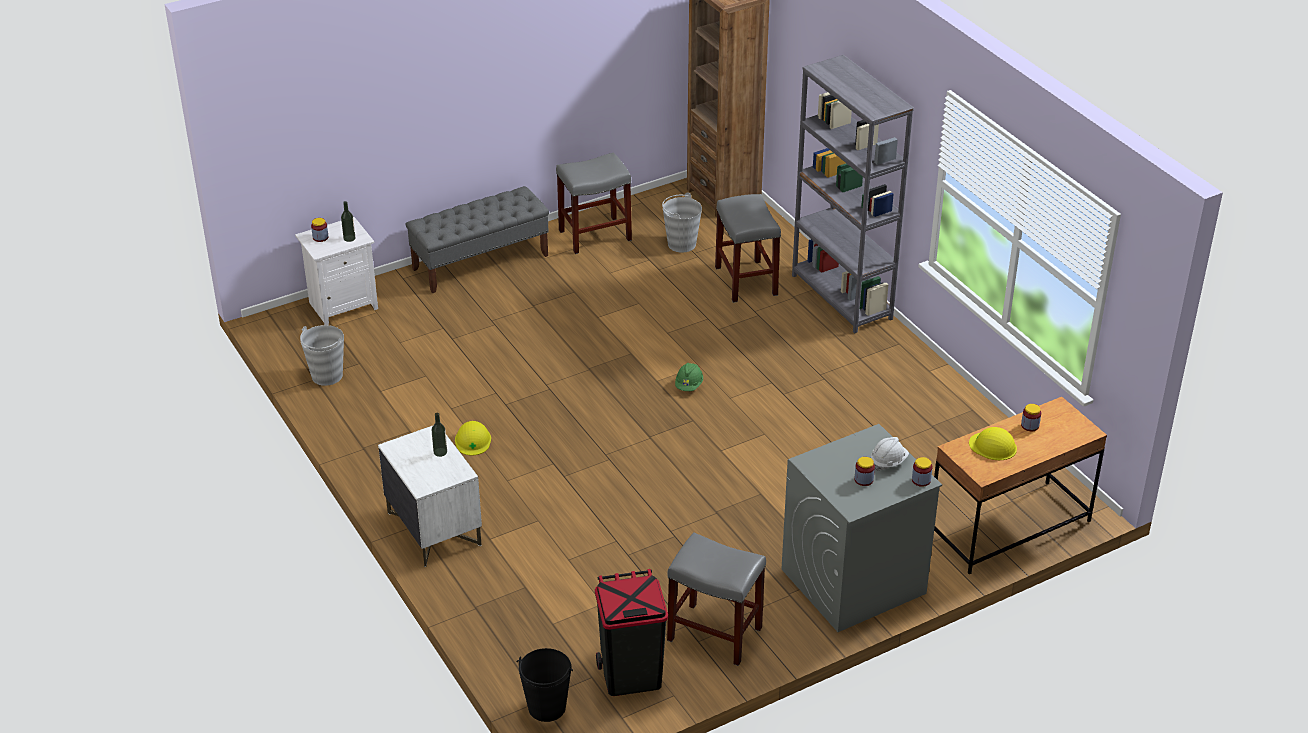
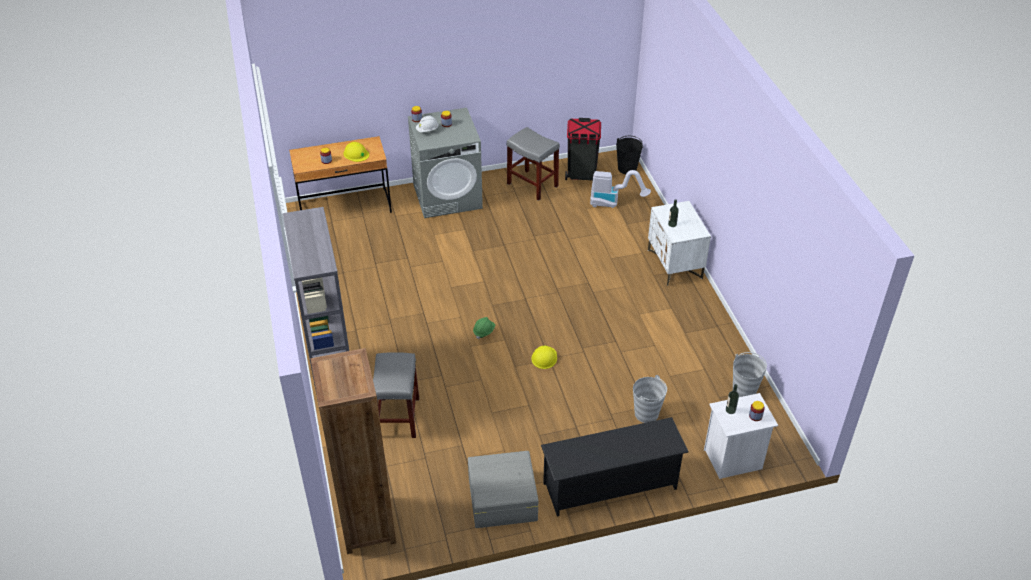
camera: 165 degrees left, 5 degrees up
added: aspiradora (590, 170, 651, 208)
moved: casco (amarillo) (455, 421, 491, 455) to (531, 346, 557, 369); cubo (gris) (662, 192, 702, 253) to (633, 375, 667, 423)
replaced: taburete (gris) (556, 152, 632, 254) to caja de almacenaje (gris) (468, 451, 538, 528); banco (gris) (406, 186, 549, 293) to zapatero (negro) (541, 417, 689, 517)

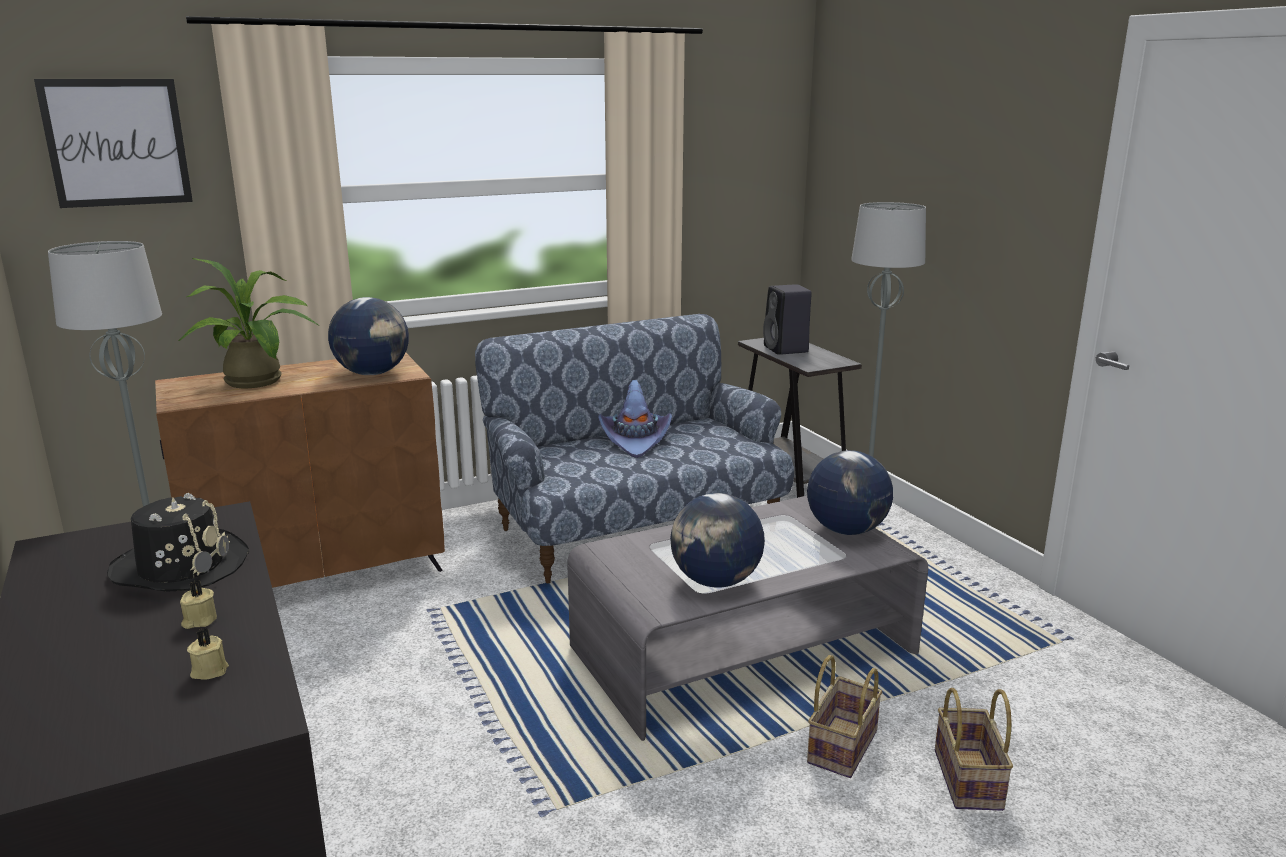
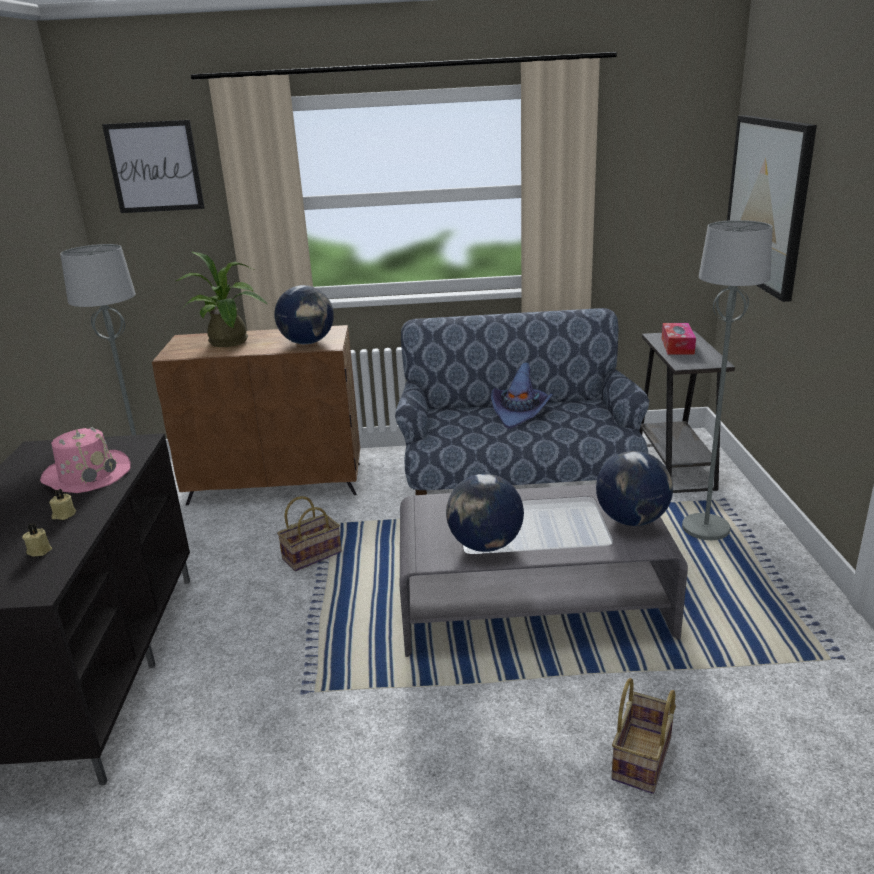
camera: 25 degrees right, 5 degrees up
added: cuadro (727, 115, 817, 302)
moved: cesta (807, 655, 882, 778) to (277, 496, 342, 571)
replaced: altavoz (negro) (763, 284, 812, 355) to caja de pañuelos (662, 323, 696, 354)
recoloured: sombrero (negro) (107, 493, 249, 592) to sombrero (rosa) (40, 427, 131, 493)

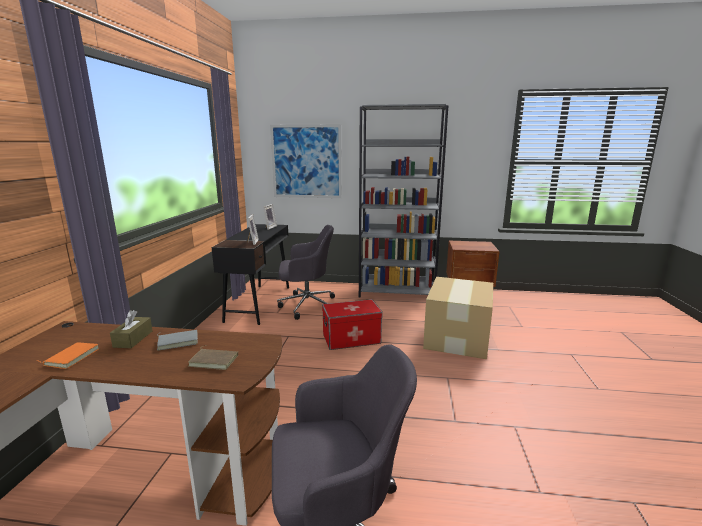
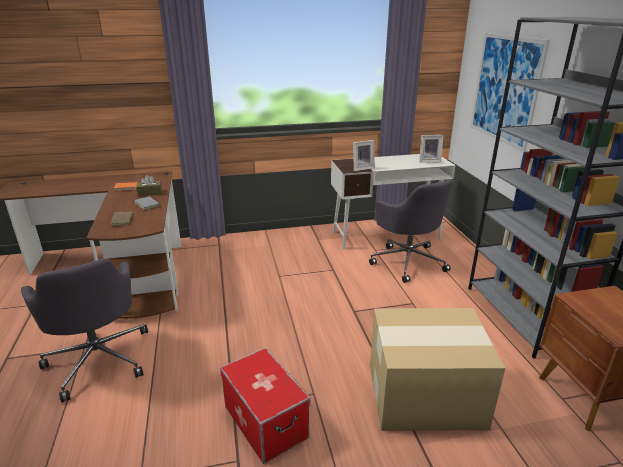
camera: 70 degrees right, 10 degrees up
moved: caja de almacenaje (322, 299, 383, 350) to (220, 348, 310, 464)
recoloured: escritorio (negro) (212, 224, 289, 325) to escritorio (blanco) (331, 154, 456, 250)

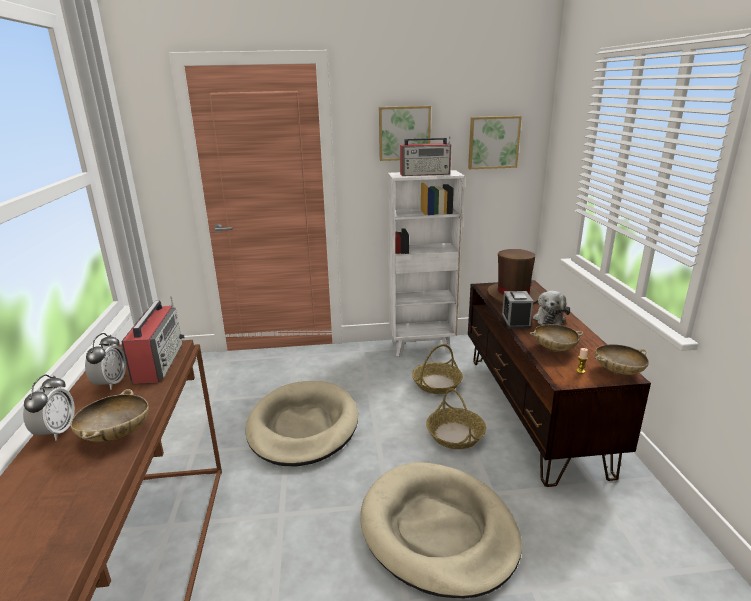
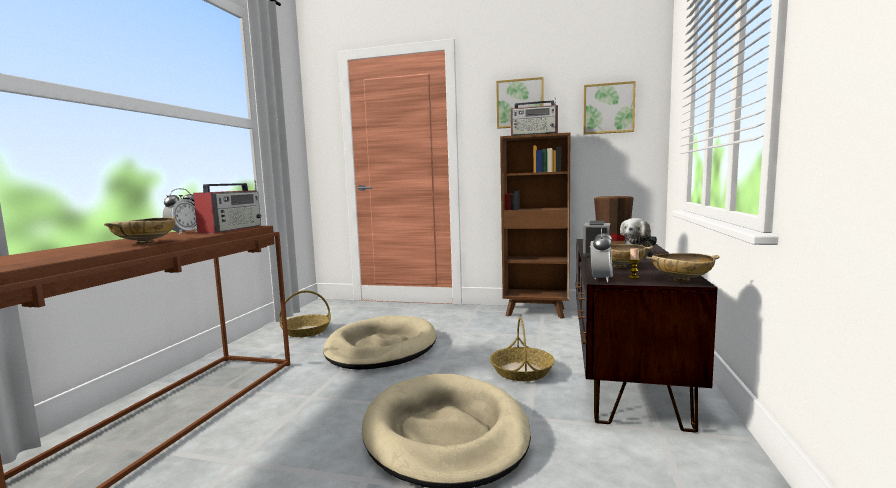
camera: 20 degrees right, 15 degrees down
moved: cesta (412, 344, 463, 394) to (279, 290, 331, 337); despertador (23, 374, 75, 441) to (590, 227, 613, 282)
recoloured: estantería (blanco) (388, 170, 465, 356) to estantería (marrón) (500, 132, 570, 319)

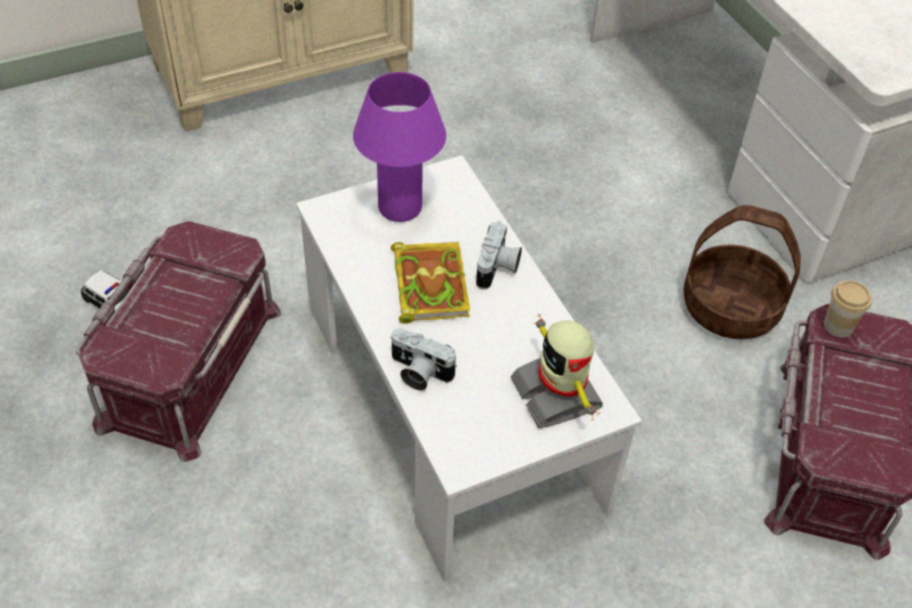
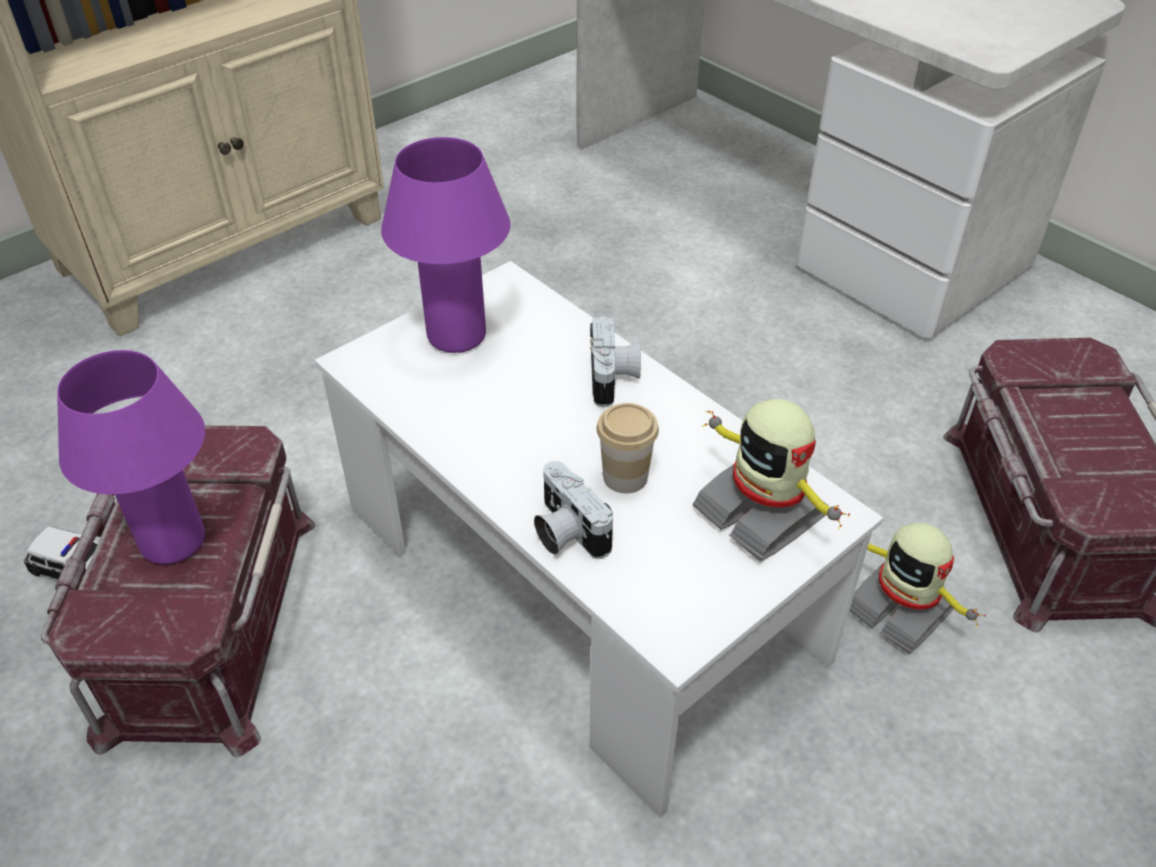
camera: 15 degrees left, 5 degrees down
removed: libro (391, 242, 470, 324); cesta (683, 205, 801, 339)
added: lámpara de mesa (morado) (57, 350, 205, 564); robot de juguete (849, 523, 985, 654)
moved: taza (824, 280, 872, 338) to (596, 403, 659, 494)
turned: cámara (390, 328, 457, 391) = (534, 461, 613, 559) 45 degrees clockwise

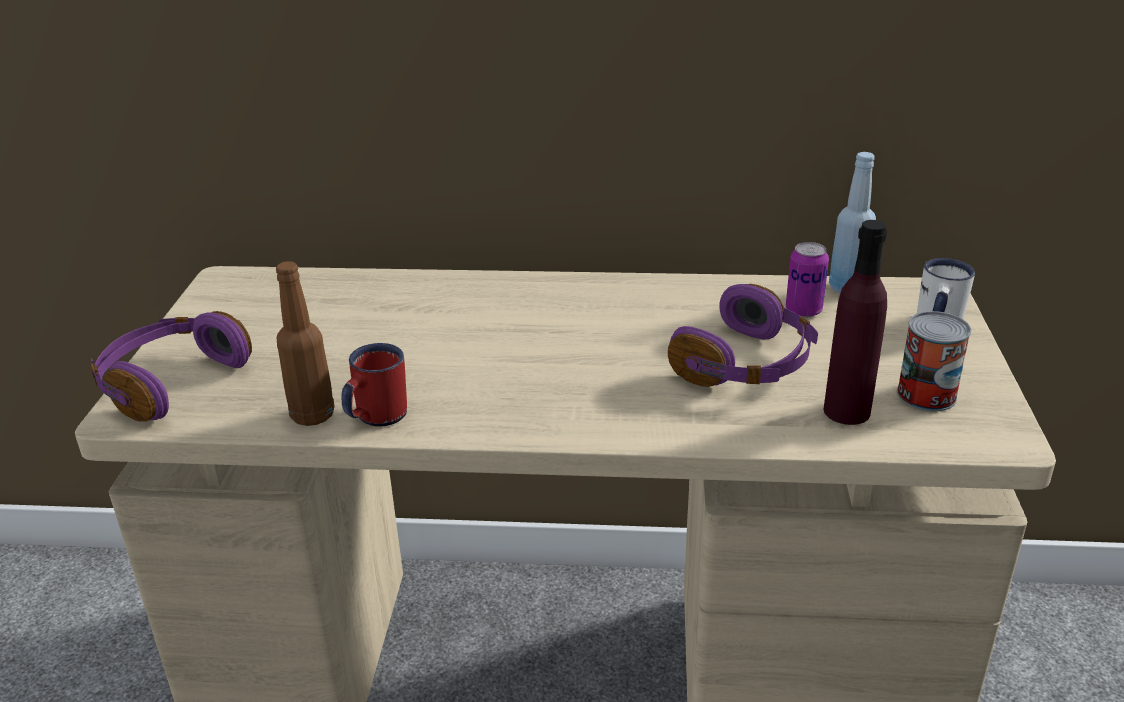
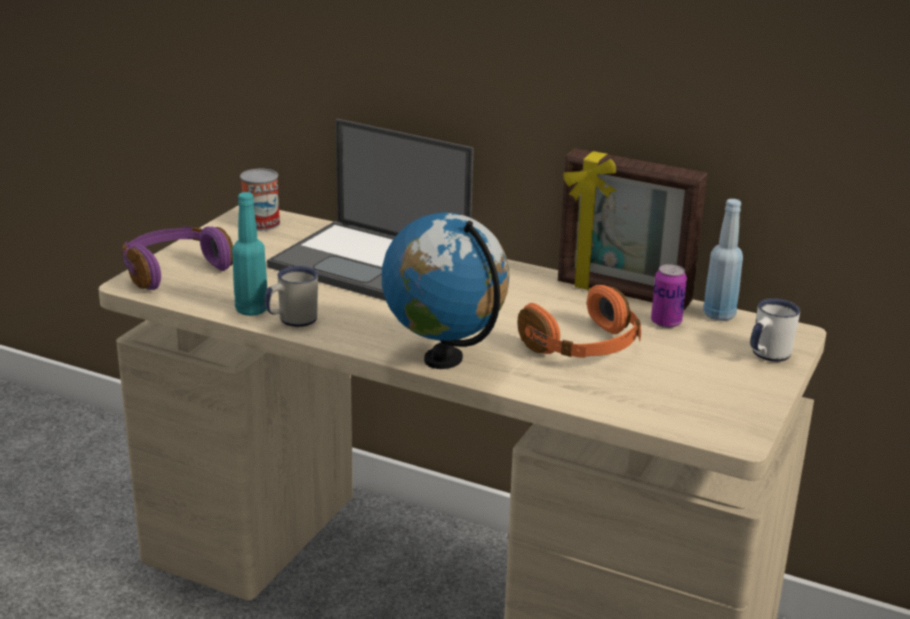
camera: 20 degrees right, 5 degrees down
removed: botella (morado) (824, 220, 887, 425)
added: portátil (267, 119, 474, 301); globo terráqueo (382, 212, 509, 369); portarretratos (558, 148, 707, 310)
moved: lata (897, 311, 971, 411) to (240, 169, 280, 231)
recoloured: botella (marrón) (276, 261, 335, 426) to botella (turquesa) (232, 192, 267, 316); taza grande (rojo) (342, 343, 407, 426) to taza grande (blanco) (264, 266, 318, 327); auriculares (morado) (668, 284, 818, 387) to auriculares (naranja) (517, 285, 641, 358)

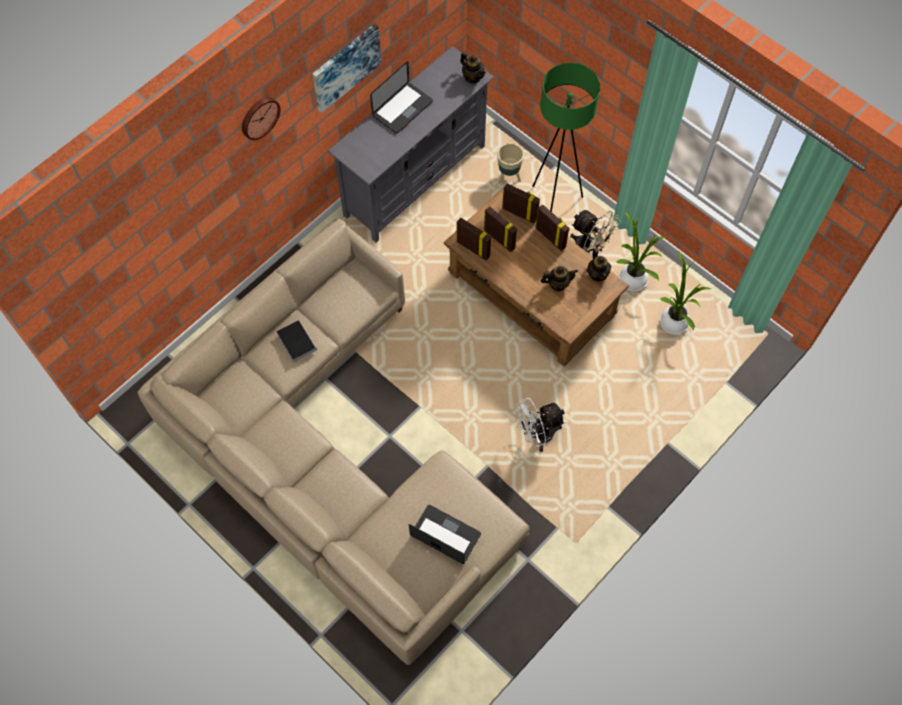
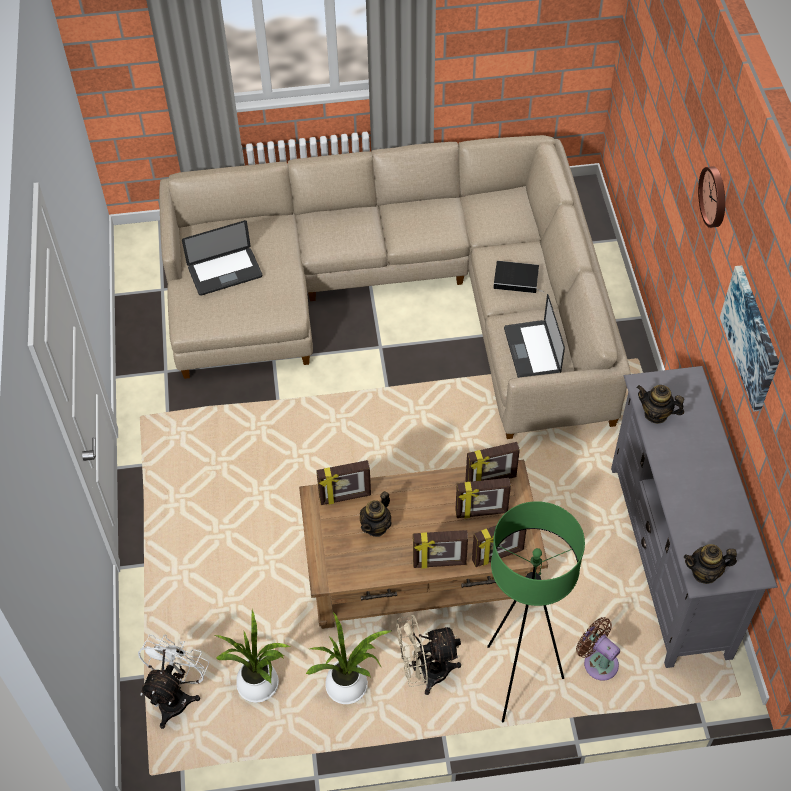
camera: 130 degrees right, 10 degrees down
added: portarretratos (316, 460, 371, 505)
moved: ventilador (blanco) (515, 397, 565, 452) to (138, 634, 209, 729); portátil (370, 61, 433, 134) to (504, 294, 565, 378); tetera (587, 248, 611, 281) to (637, 385, 684, 424)
replaced: maceta (beis) (497, 143, 524, 184) to ventilador (marrón) (576, 617, 620, 681)

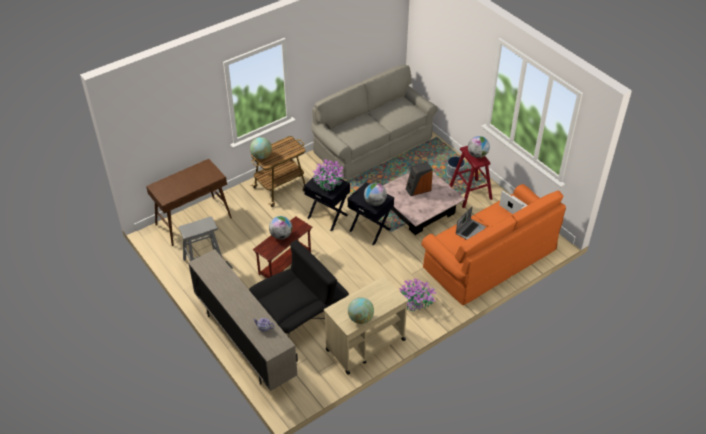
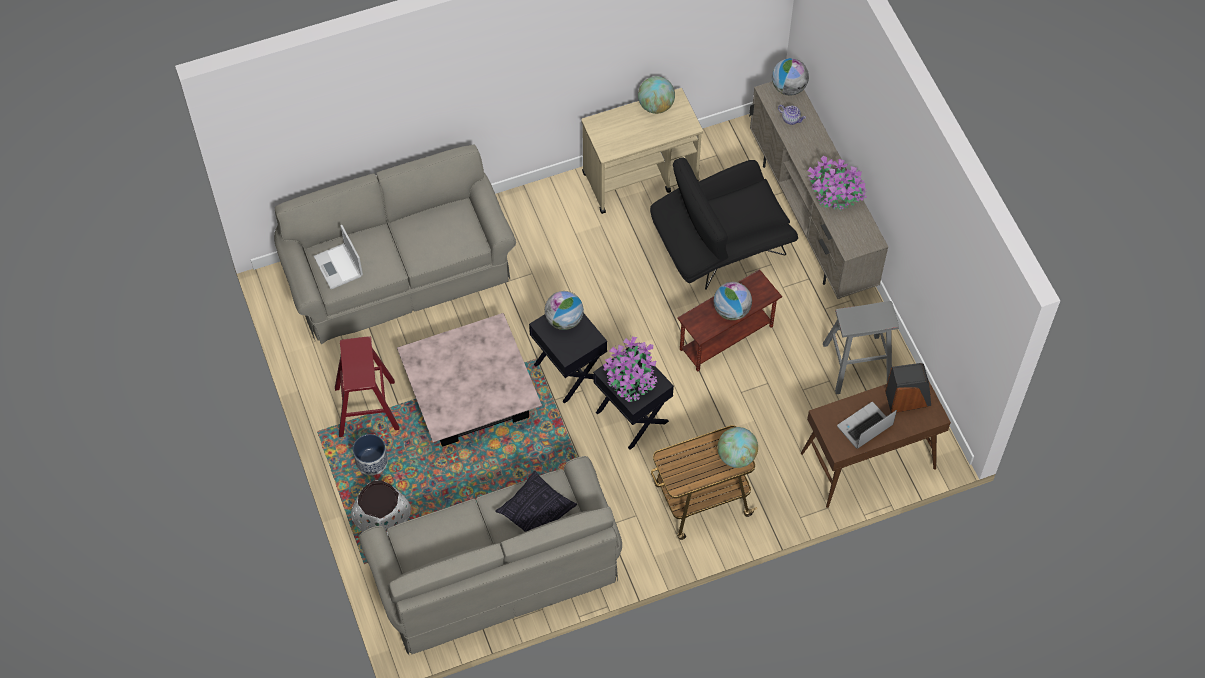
camera: 165 degrees left, 15 degrees up
added: maceta (blanco) (351, 480, 411, 535); cojín (495, 471, 577, 532)
moved: globo terráqueo (468, 136, 490, 158) to (772, 58, 809, 96); planta en maceta (399, 279, 437, 312) to (808, 156, 867, 210); portátil (456, 206, 486, 240) to (837, 402, 897, 449); altavoz (406, 162, 433, 196) to (885, 363, 931, 413)
recoloured: sofá (naranja) (421, 184, 566, 306) to sofá (gris) (274, 145, 516, 344)

